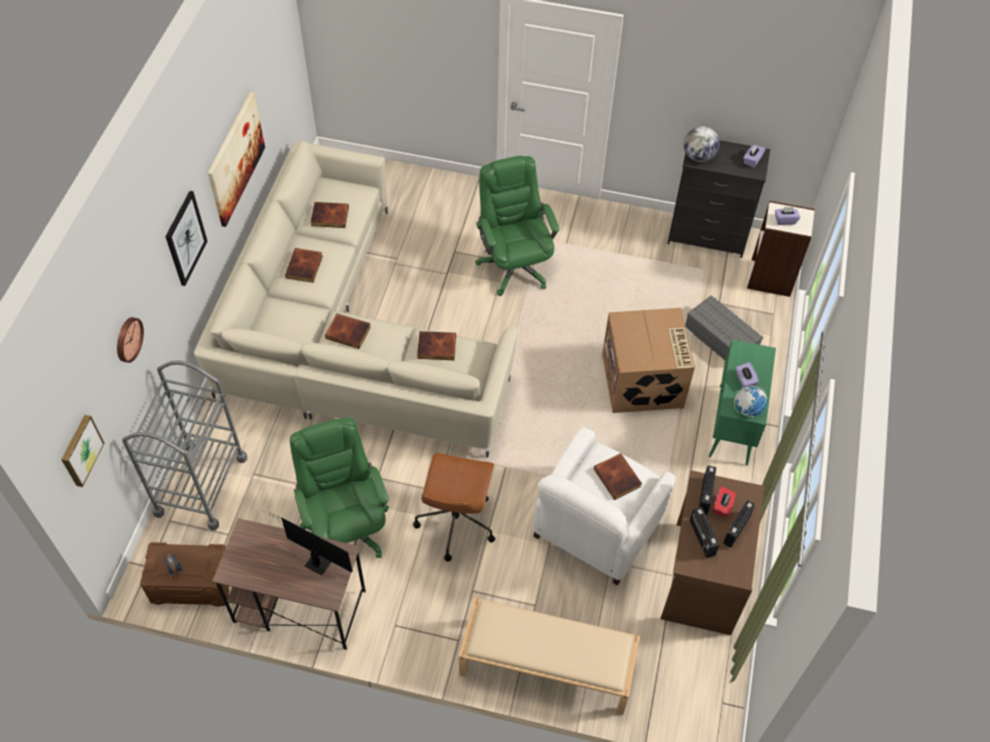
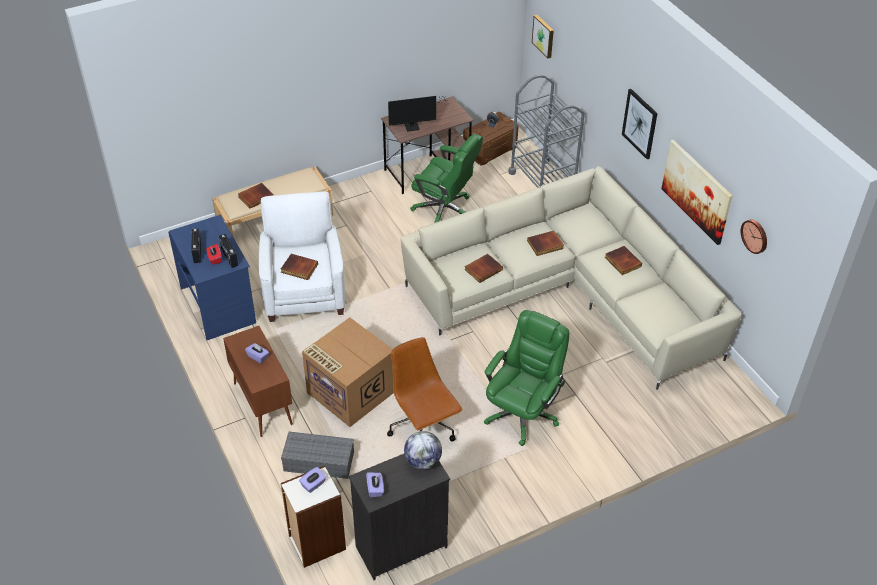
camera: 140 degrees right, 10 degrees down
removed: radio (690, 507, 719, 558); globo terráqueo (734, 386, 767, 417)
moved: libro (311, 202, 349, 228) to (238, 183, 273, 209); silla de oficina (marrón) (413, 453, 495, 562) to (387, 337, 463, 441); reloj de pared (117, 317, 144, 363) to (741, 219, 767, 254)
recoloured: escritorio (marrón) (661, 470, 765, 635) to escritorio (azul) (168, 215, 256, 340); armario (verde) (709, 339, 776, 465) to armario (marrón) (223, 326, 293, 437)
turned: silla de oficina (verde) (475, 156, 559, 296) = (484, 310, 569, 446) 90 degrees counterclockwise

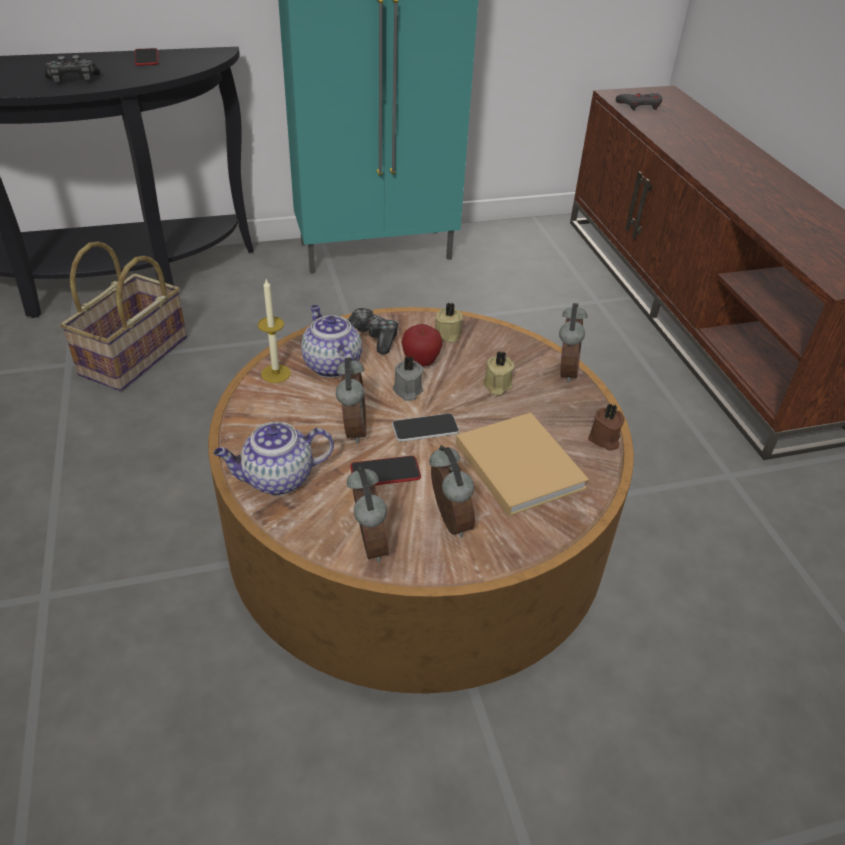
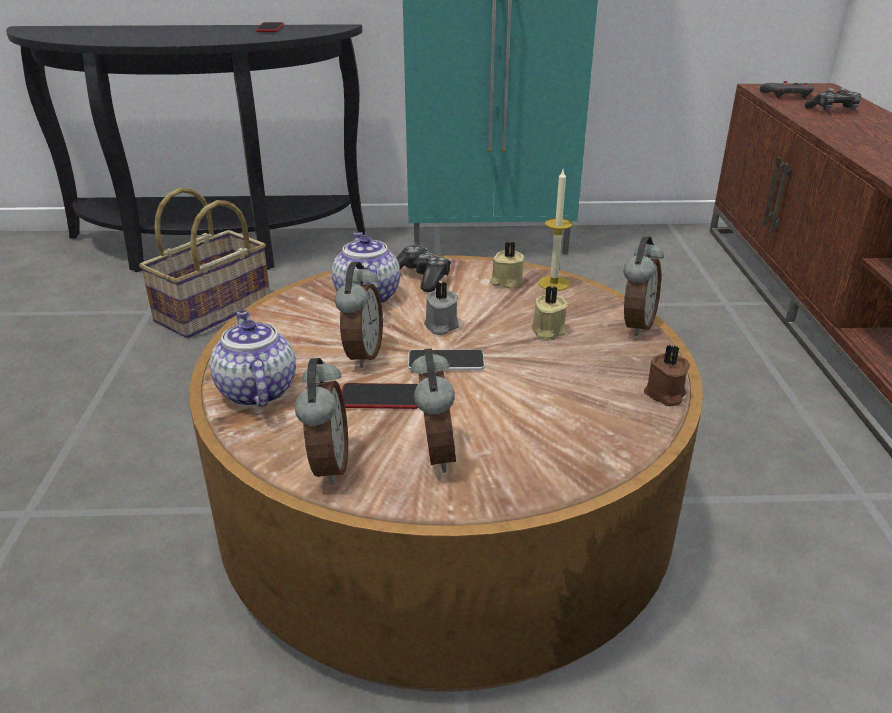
camera: 15 degrees right, 10 degrees down
removed: manzana (402, 324, 443, 366); libro (beis) (456, 413, 589, 516)
moved: vela (258, 279, 291, 383) to (538, 170, 573, 291); mando de consola (44, 55, 100, 82) to (804, 88, 861, 111)
turned: tetera (214, 422, 334, 496) = (210, 310, 296, 407) 75 degrees clockwise

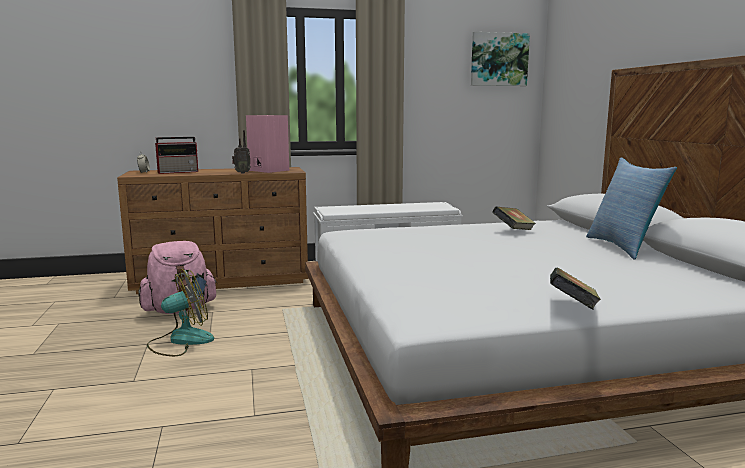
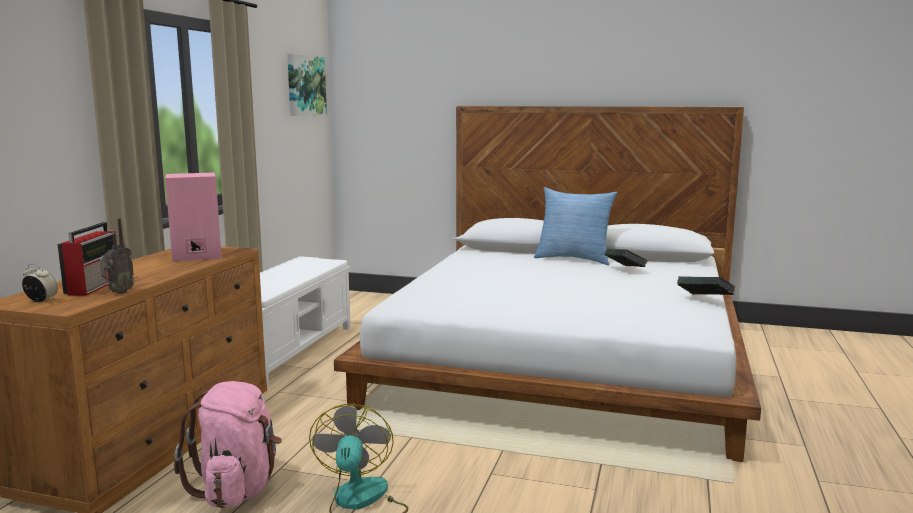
camera: 60 degrees left, 0 degrees up
moved: radio (232, 130, 251, 174) to (100, 218, 134, 294); libro (492, 206, 536, 230) to (604, 248, 648, 267)

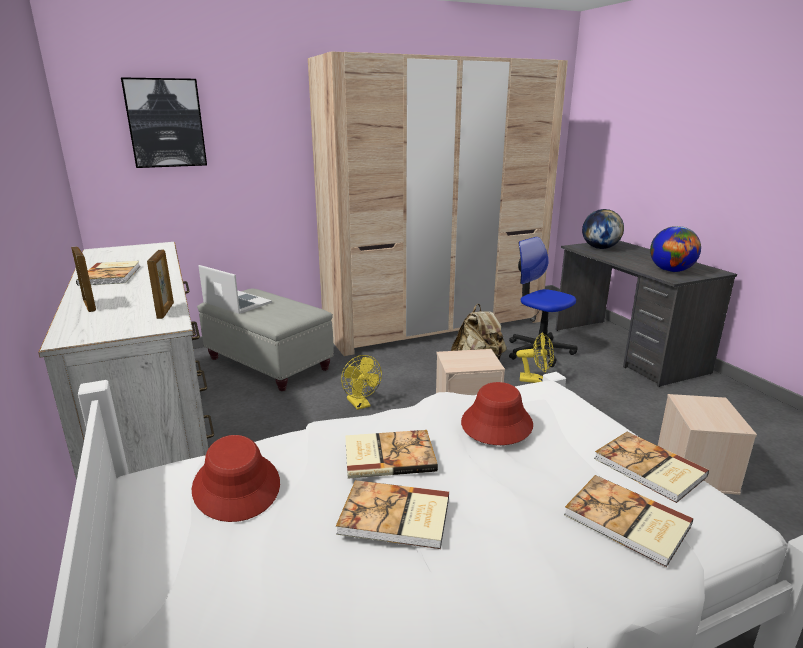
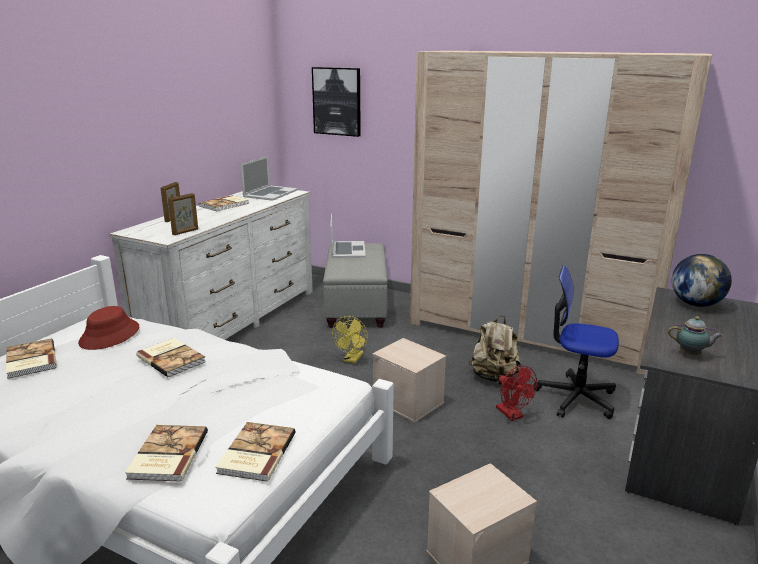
camera: 50 degrees right, 0 degrees up
removed: sombrero (rojo) (461, 382, 533, 445)
added: portátil (240, 156, 298, 201)
moved: libro (336, 480, 449, 549) to (6, 339, 57, 379)
replaced: globo terráqueo (650, 226, 701, 272) to tetera (668, 316, 723, 355)
recoloured: ventilador (amarillo) (516, 333, 554, 383) to ventilador (rojo) (496, 366, 537, 421)
turned: silla de oficina (509, 237, 578, 367) = (533, 265, 619, 419) 75 degrees counterclockwise

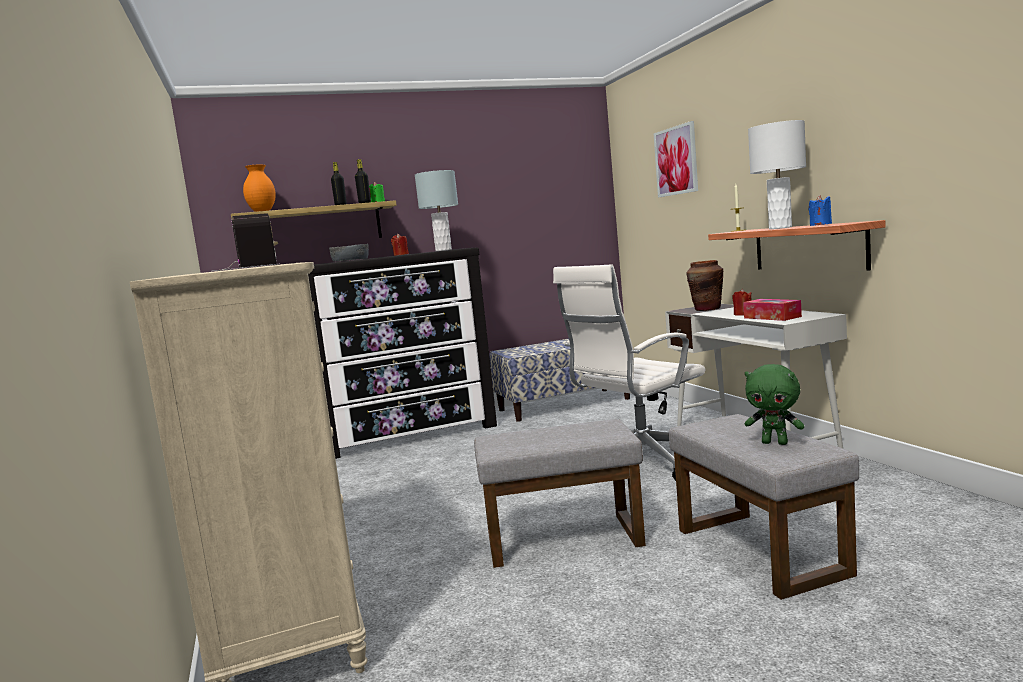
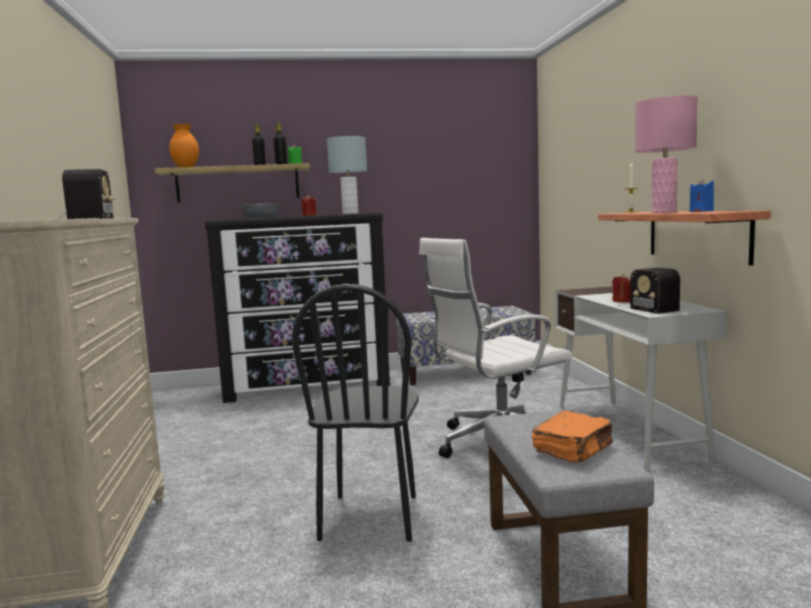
camera: 10 degrees right, 0 degrees up
removed: cuadro (654, 121, 698, 197); florero (marrón) (686, 260, 723, 311)
replaced: puf (gris) (474, 419, 646, 568) to silla (negro) (292, 284, 419, 542); peluche (verde) (745, 364, 805, 445) to libro (naranja) (532, 410, 613, 463); caja de pañuelos (743, 299, 802, 321) to radio (617, 268, 680, 314)
recoloured: lámpara de mesa (blanco) (748, 120, 806, 229) to lámpara de mesa (rosa) (635, 95, 697, 213)

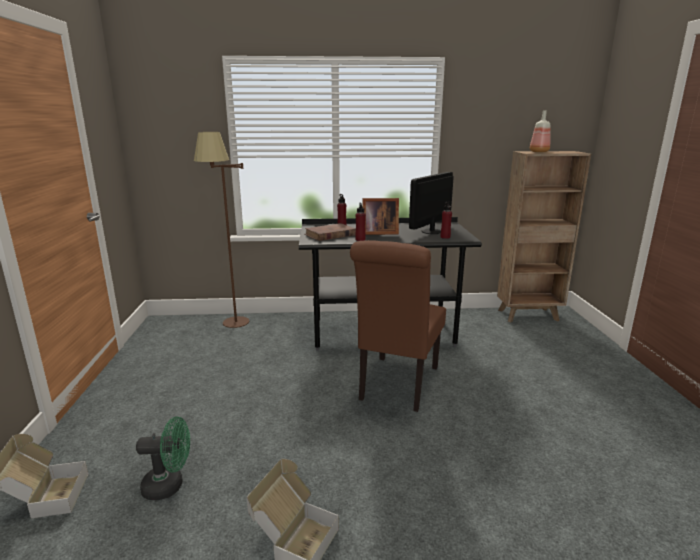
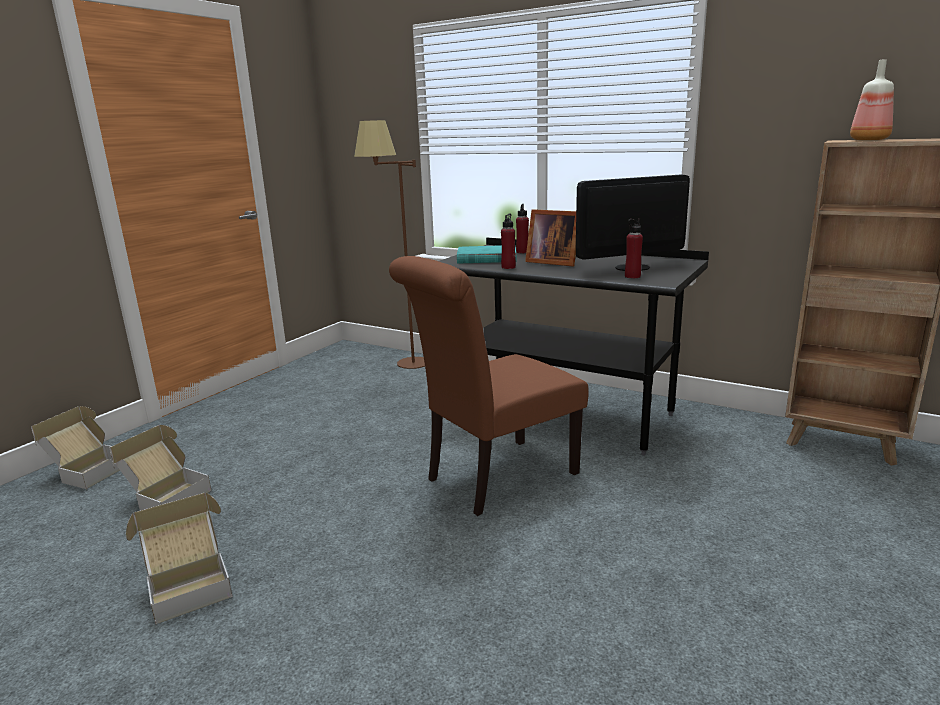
camera: 35 degrees right, 0 degrees up
replaced: ventilador (verde) (136, 417, 190, 500) to caja de cartón (110, 425, 212, 510)
recoloured: libro (marrón) (304, 223, 356, 241) to libro (turquesa) (457, 245, 517, 264)

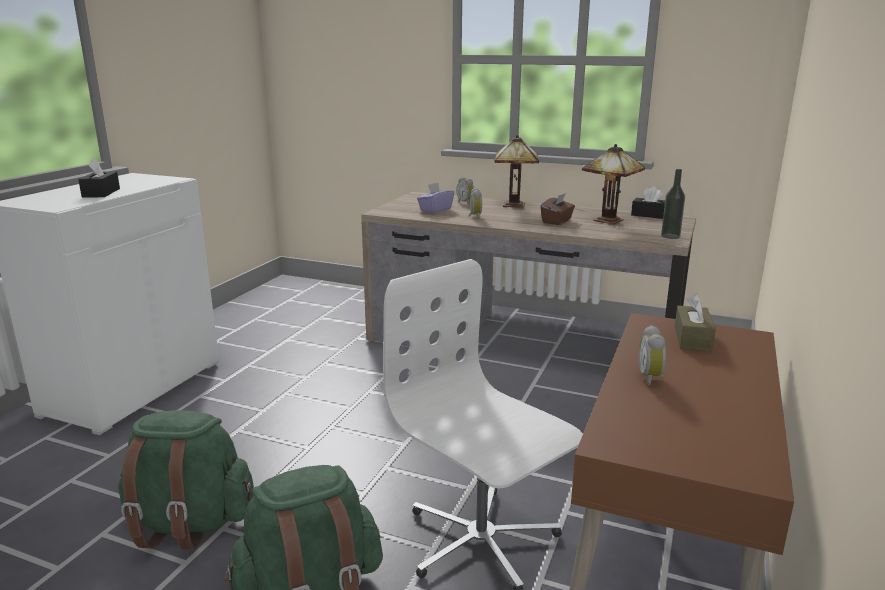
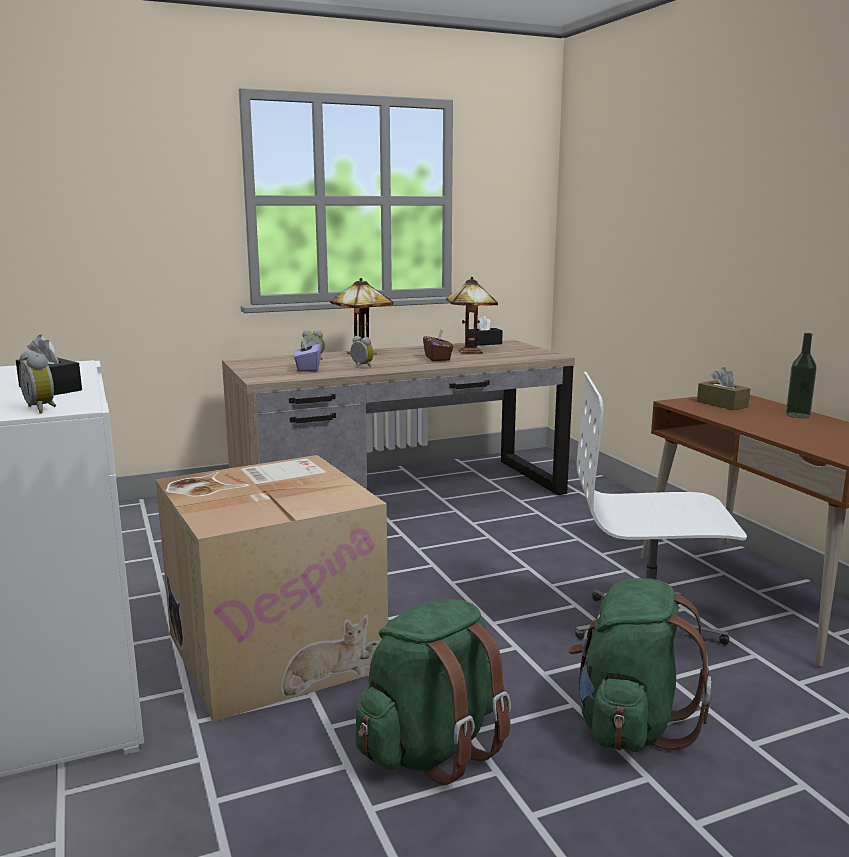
camera: 45 degrees left, 5 degrees down
added: caja de cartón (156, 455, 388, 721)
moved: despertador (639, 325, 666, 386) to (19, 350, 56, 413); botella (661, 169, 685, 239) to (786, 333, 817, 418)

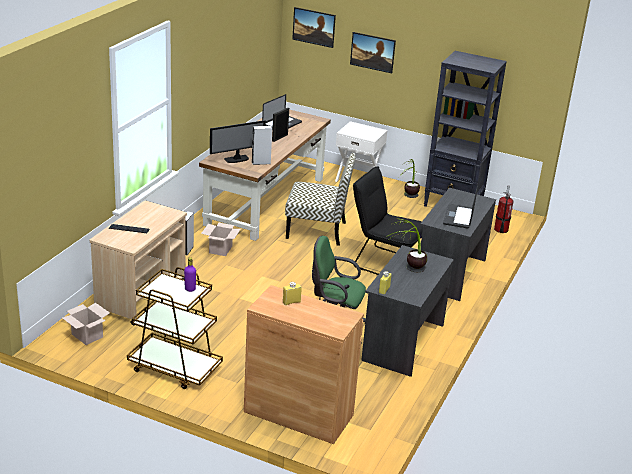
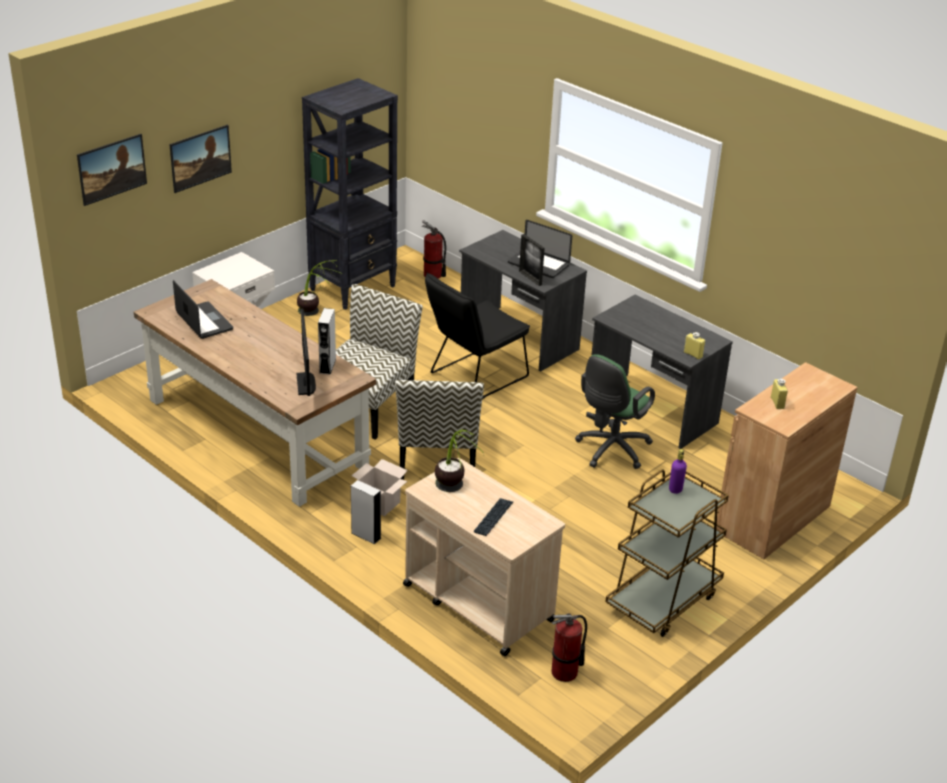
camera: 70 degrees left, 5 degrees up
added: silla (395, 380, 484, 479)
moved: planta en maceta (388, 218, 427, 272) to (435, 429, 484, 492); portarretratos (272, 107, 289, 142) to (519, 234, 545, 286)
replaced: caja de cartón (62, 303, 110, 345) to extintor (551, 613, 587, 682)

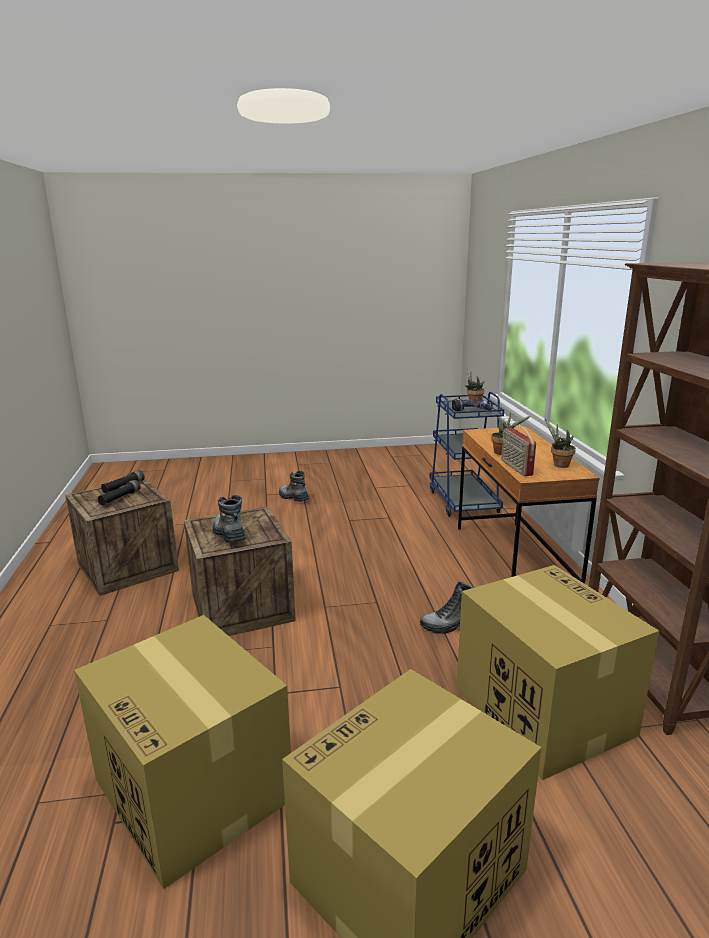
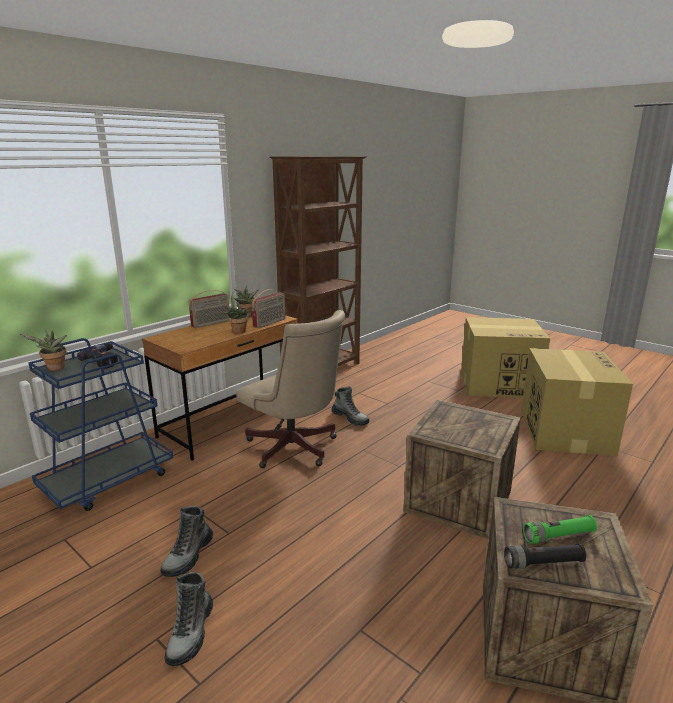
camera: 130 degrees left, 0 degrees up
removed: caja de cartón (456, 565, 659, 780)
added: radio (189, 290, 229, 328); silla de oficina (beis) (236, 310, 345, 468)
moved: bota (213, 495, 246, 543) to (161, 506, 213, 577)
recoloured: linterna (negro) (98, 480, 141, 506) to linterna (verde) (523, 515, 597, 543)

